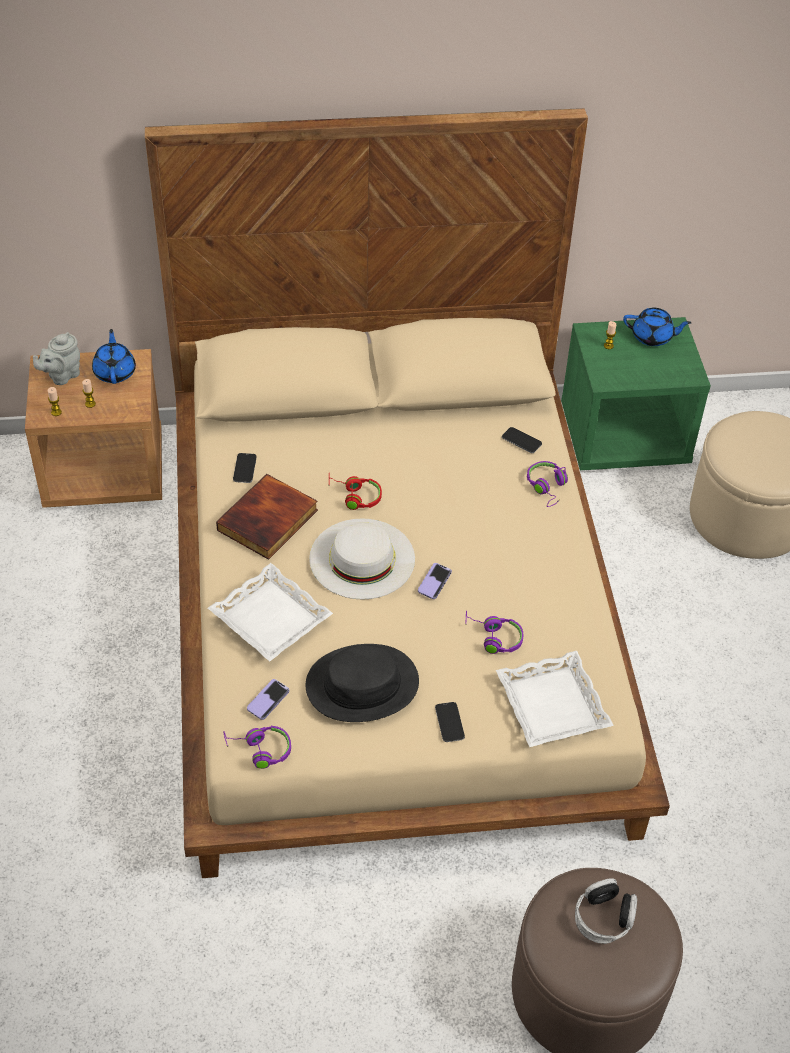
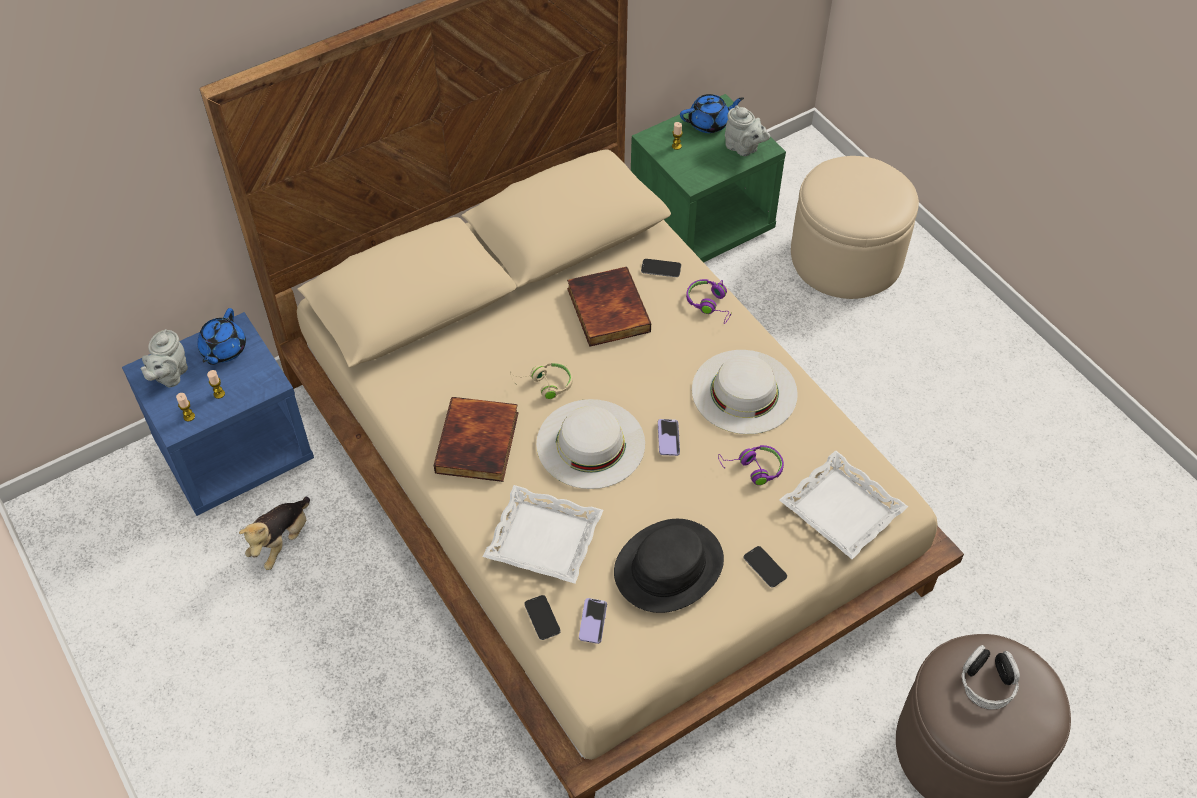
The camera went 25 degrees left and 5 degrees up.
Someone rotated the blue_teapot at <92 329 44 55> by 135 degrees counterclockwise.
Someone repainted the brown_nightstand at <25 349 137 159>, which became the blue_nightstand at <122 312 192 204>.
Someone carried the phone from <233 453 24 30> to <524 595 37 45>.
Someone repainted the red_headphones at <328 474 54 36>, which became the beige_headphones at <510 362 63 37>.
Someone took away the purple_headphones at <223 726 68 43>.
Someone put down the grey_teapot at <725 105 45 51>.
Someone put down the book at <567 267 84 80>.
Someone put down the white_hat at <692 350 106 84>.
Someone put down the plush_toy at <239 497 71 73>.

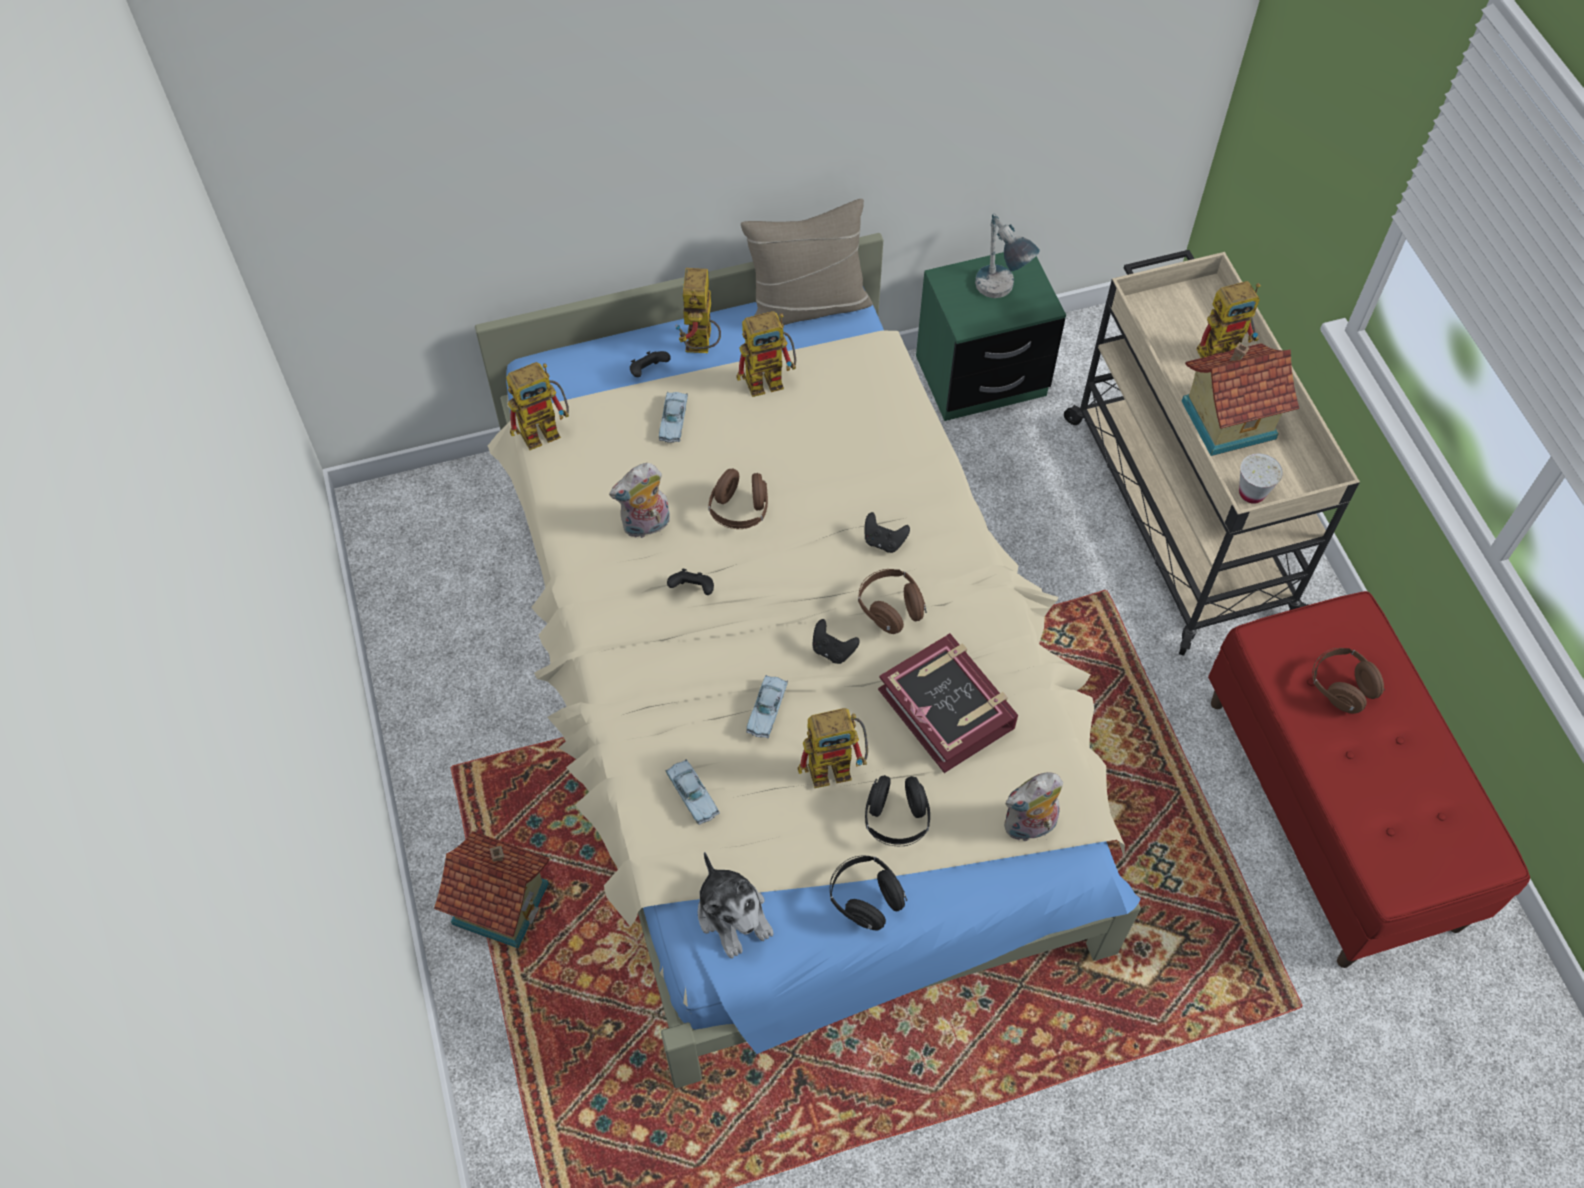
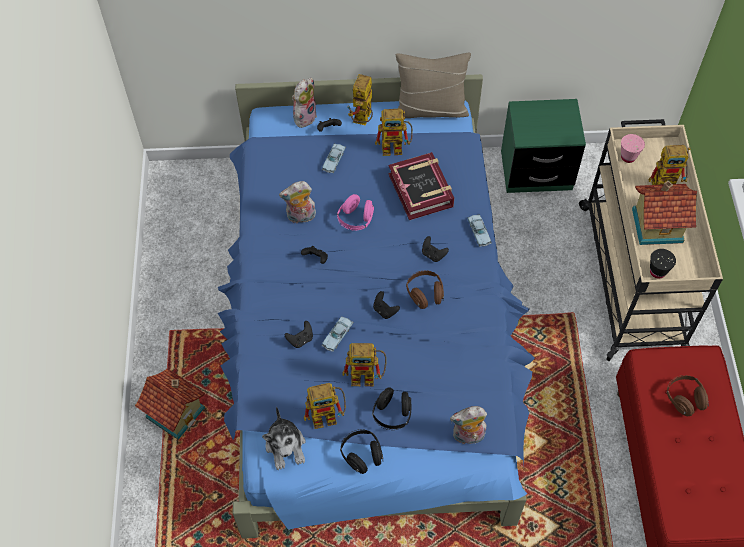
The camera went 15 degrees right and 0 degrees up.
Someone took away the table_lamp at <975 214 65 84>.
Someone repainted the beige_bed at <475 233 666 855>, which became the blue_bed at <218 74 317 464>.
Someone carried the toy_robot from <506 362 63 88> to <304 383 42 46>.
Someone repainted the white_cup at <1239 454 44 50>, which became the black_cup at <650 249 26 30>.
Someone repainted the brown_headphones at <708 469 60 60>, which became the pink_headphones at <337 194 37 37>.
Someone carried the book from <878 633 140 140> to <388 152 66 68>.
Someone carried the blue_toy_car from <665 759 55 66> to <467 214 25 33>.
Someone put down the plush_toy at <292 78 25 52>.
Someone put down the pink_cup at <621 134 24 29>.
Someone put down the black_game_controller at <285 321 28 27>.

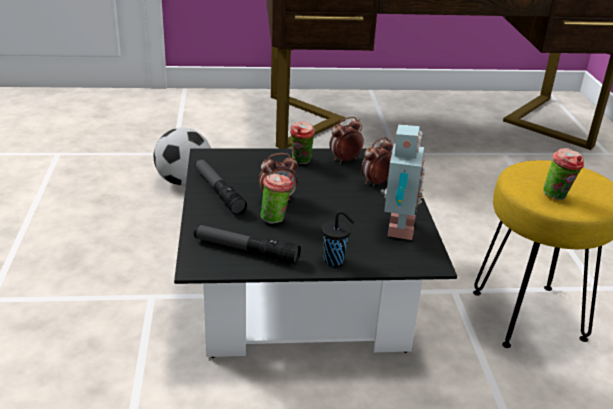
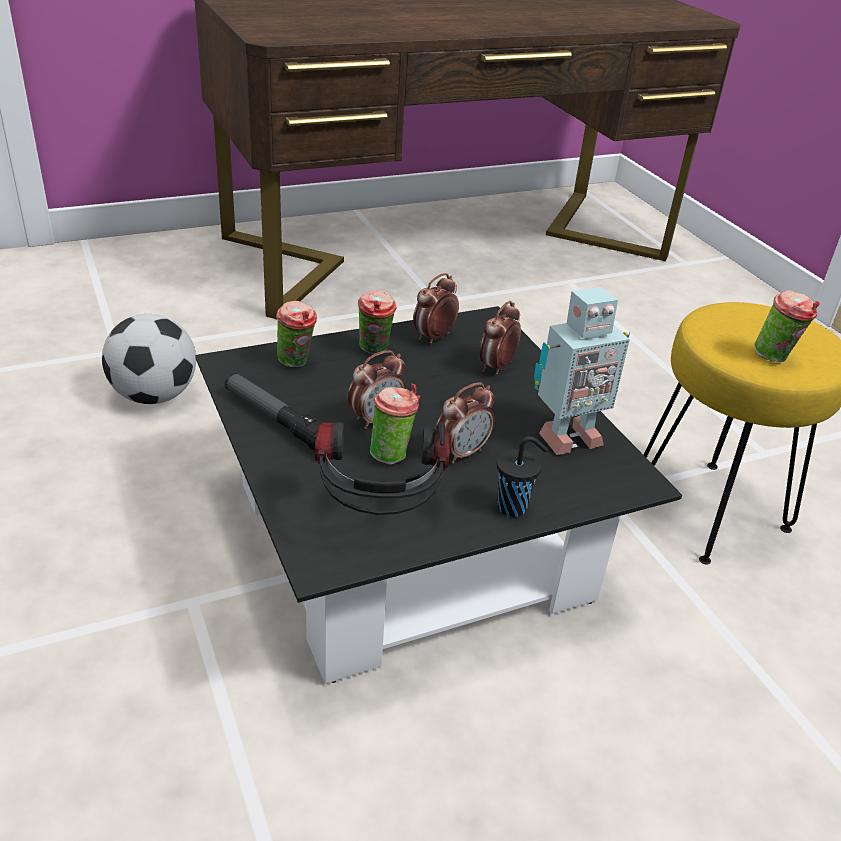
The camera went 20 degrees left and 5 degrees up.
Someone rotated the toy_robot at <380 125 45 115> by 75 degrees clockwise.
Someone swapped the flashlight at <194 225 107 40> for the headphones at <315 422 135 93>.
Someone put down the cup at <276 301 41 66>.
Someone put down the alarm_clock at <435 382 60 82>.

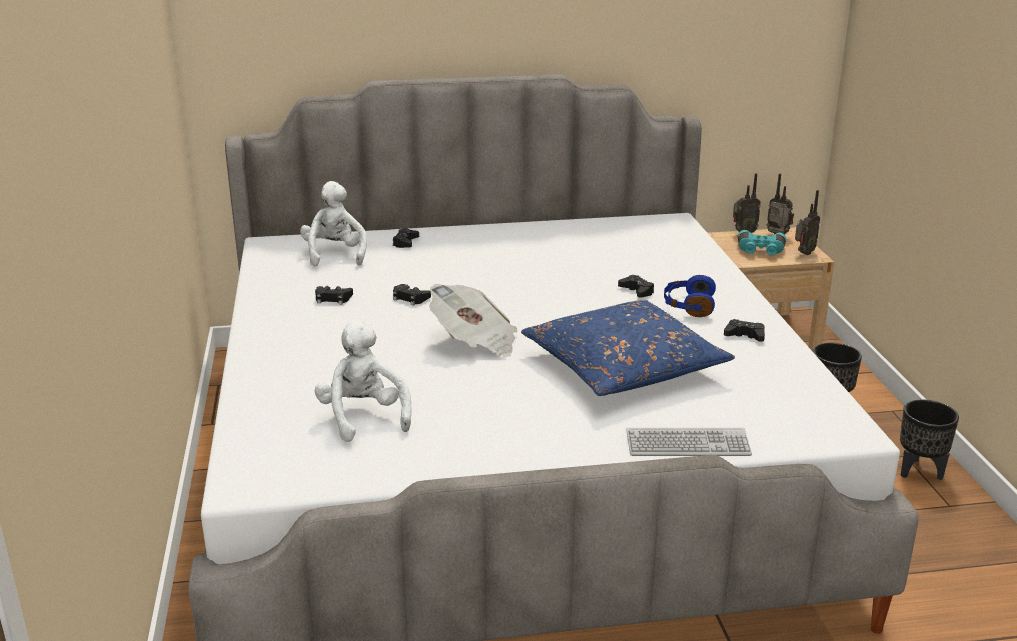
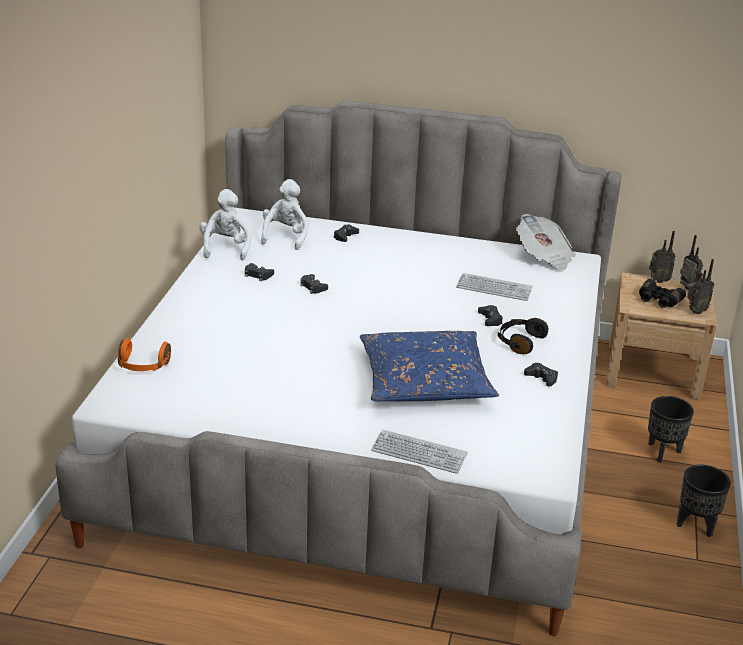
The camera went 20 degrees right and 5 degrees up.
Someone repainted the turquoise_binoculars at <738 230 48 25>, which became the black_binoculars at <639 279 47 29>.
Someone repainted the blue_headphones at <664 275 52 42>, which became the black_headphones at <498 318 50 36>.
Someone carried the newspaper from <429 284 88 73> to <516 214 60 58>.
Someone carried the white_plush_toy from <315 321 97 121> to <199 189 52 71>.
Someone put down the keyboard at <456 273 77 28>.
Someone put down the orange_headphones at <118 338 53 33>.

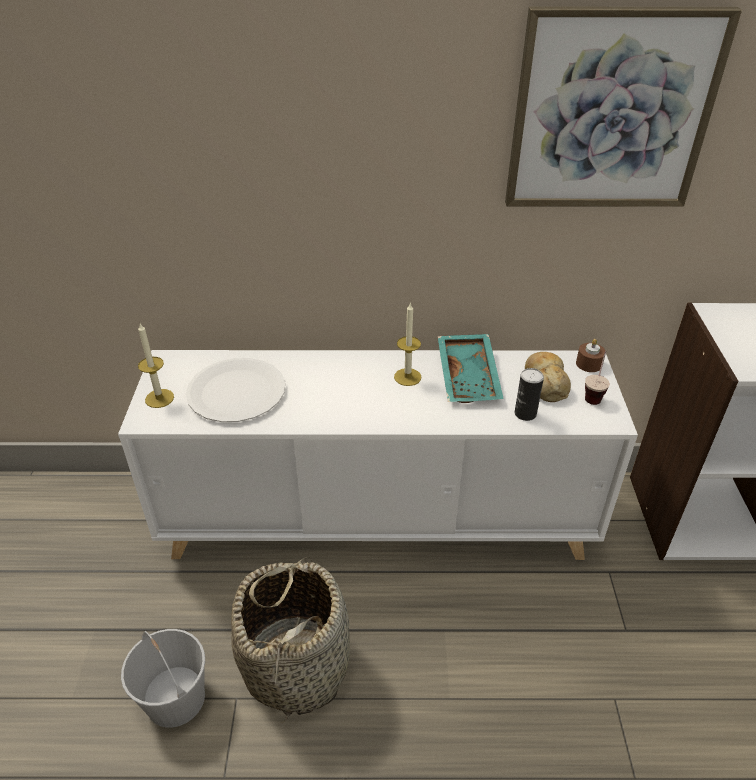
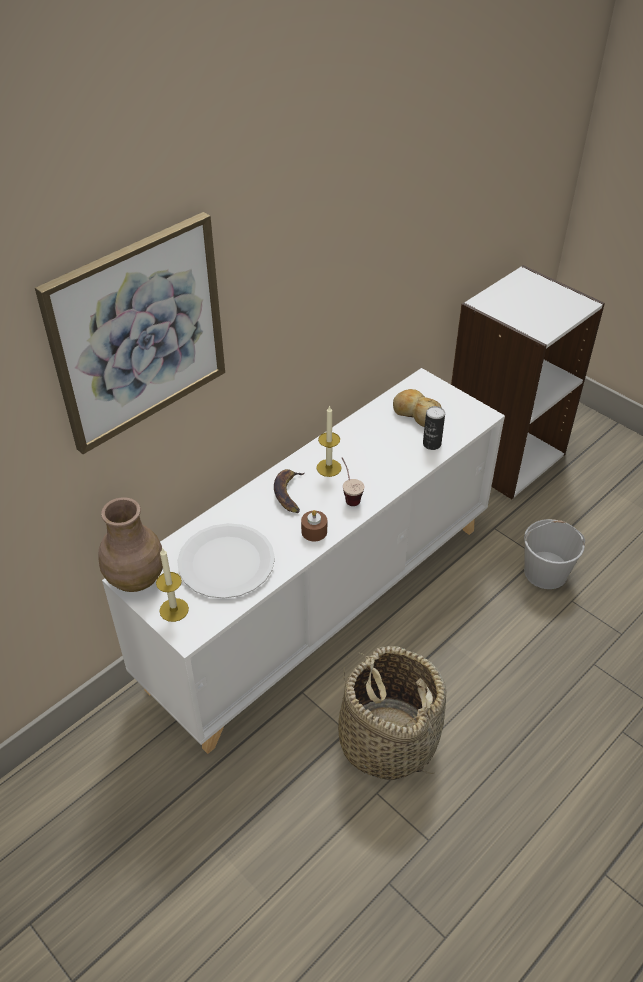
The camera went 45 degrees left and 5 degrees up.
Someone carried the picture from <505 7 237 200> to <35 212 190 242>.
Someone took away the turquoise_tray at <438 334 66 69>.
Someone carried the brown_candle from <576 339 30 33> to <301 510 26 31>.
Someone carried the cup from <585 351 25 54> to <342 457 22 49>.
Someone carried the white_bucket from <121 629 84 99> to <524 519 61 70>.
Someone put down the banana at <274 469 31 44>.
Someone put down the brown_vase at <98 497 65 95>.

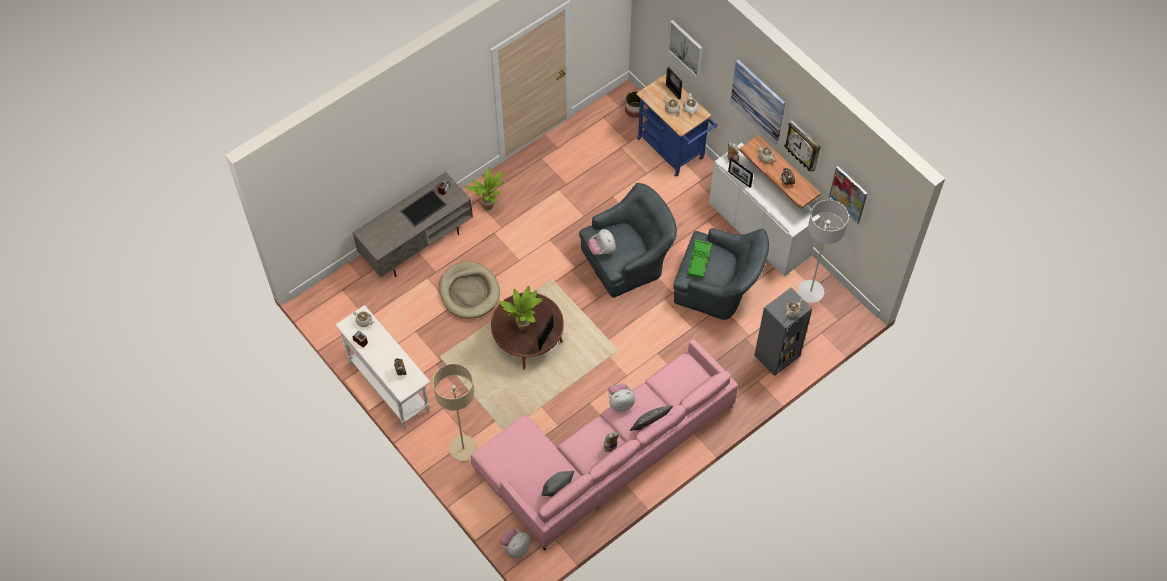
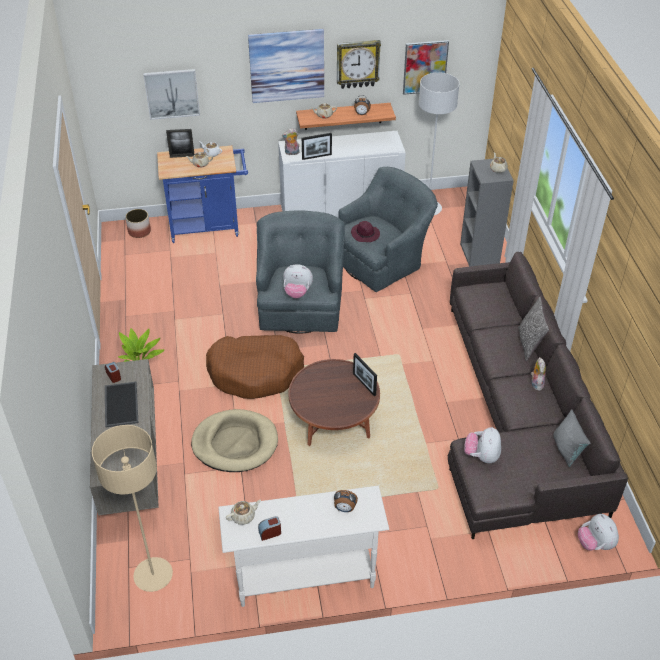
The camera went 60 degrees left and 15 degrees down.
Someone swapped the green_tray at <687 240 25 38> for the purple_hat at <351 221 29 21>.
Someone took away the potted_plant at <498 286 45 45>.
Someone repainted the pink_sofa at <471 339 267 212>, which became the grey_sofa at <448 252 180 287>.
Someone carried the beige_floor_lamp from <433 364 45 97> to <92 425 81 167>.
Someone carried the plush_toy from <608 383 27 29> to <464 427 37 36>.
Someone put down the brown_dog_bed at <206 335 98 64>.

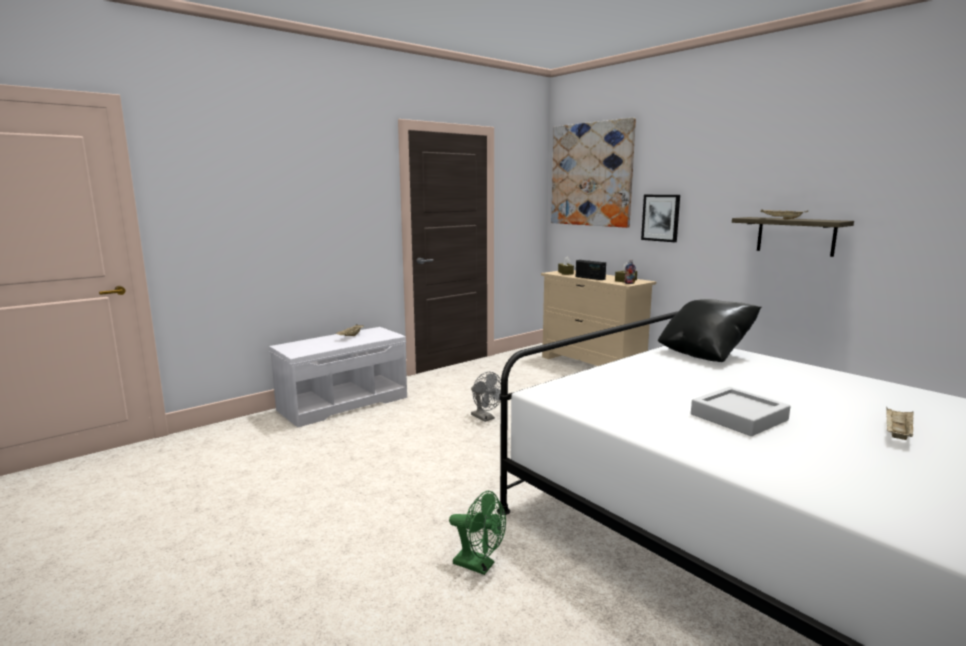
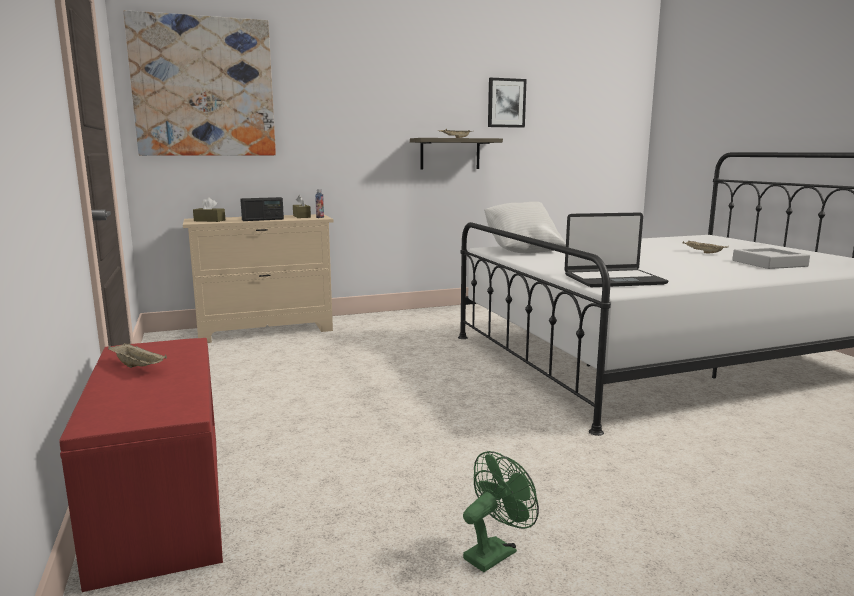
The camera went 70 degrees left and 0 degrees up.
Someone carried the picture from <641 195 39 47> to <488 78 39 50>.
Someone repainted the black_pillow at <658 299 103 63>, which became the white_pillow at <484 202 82 52>.
Someone repainted the white_bench at <269 327 138 101>, which became the red_bench at <59 338 164 254>.
Someone took away the grey_fan at <471 372 30 50>.
Someone carried the grey_tray from <691 387 99 49> to <732 248 78 21>.
Someone carried the green_fan from <449 491 57 84> to <463 451 76 121>.
Someone put down the laptop at <564 212 105 75>.

